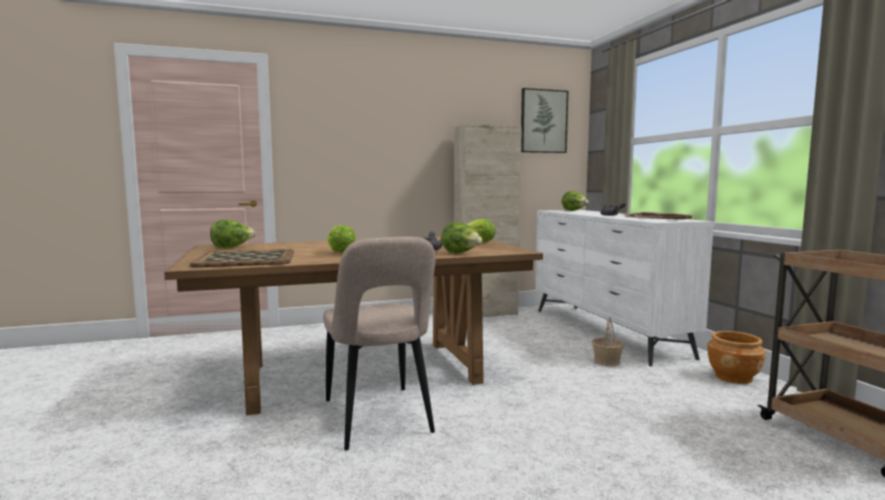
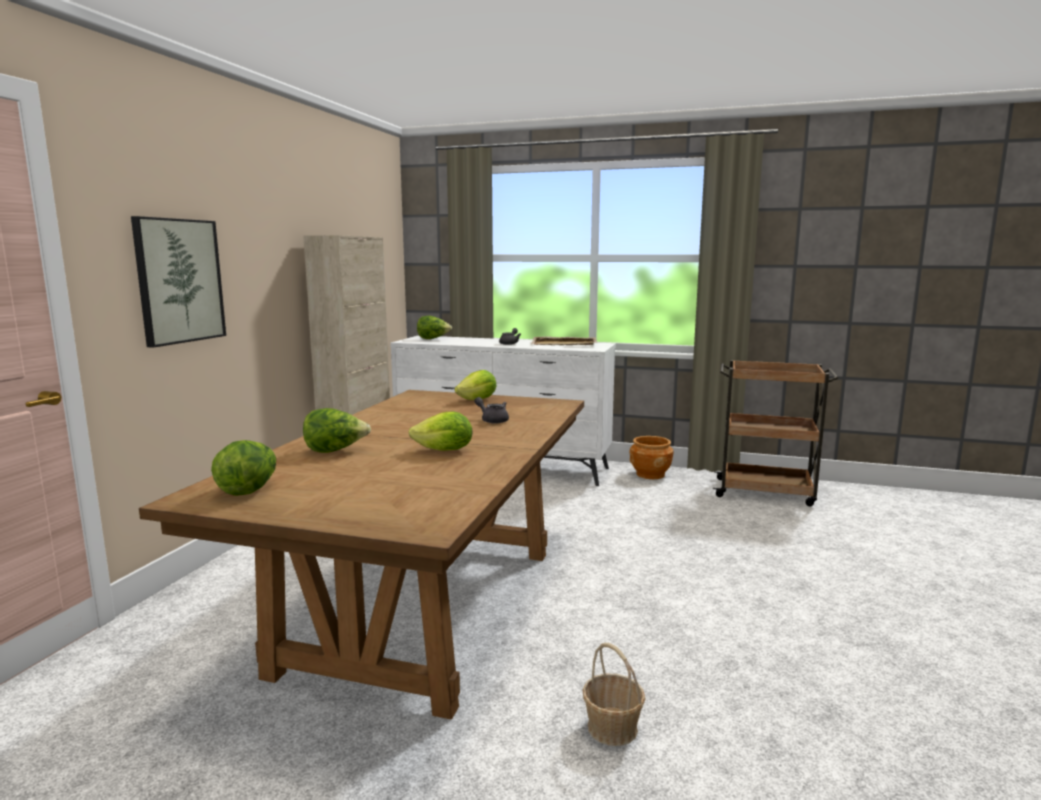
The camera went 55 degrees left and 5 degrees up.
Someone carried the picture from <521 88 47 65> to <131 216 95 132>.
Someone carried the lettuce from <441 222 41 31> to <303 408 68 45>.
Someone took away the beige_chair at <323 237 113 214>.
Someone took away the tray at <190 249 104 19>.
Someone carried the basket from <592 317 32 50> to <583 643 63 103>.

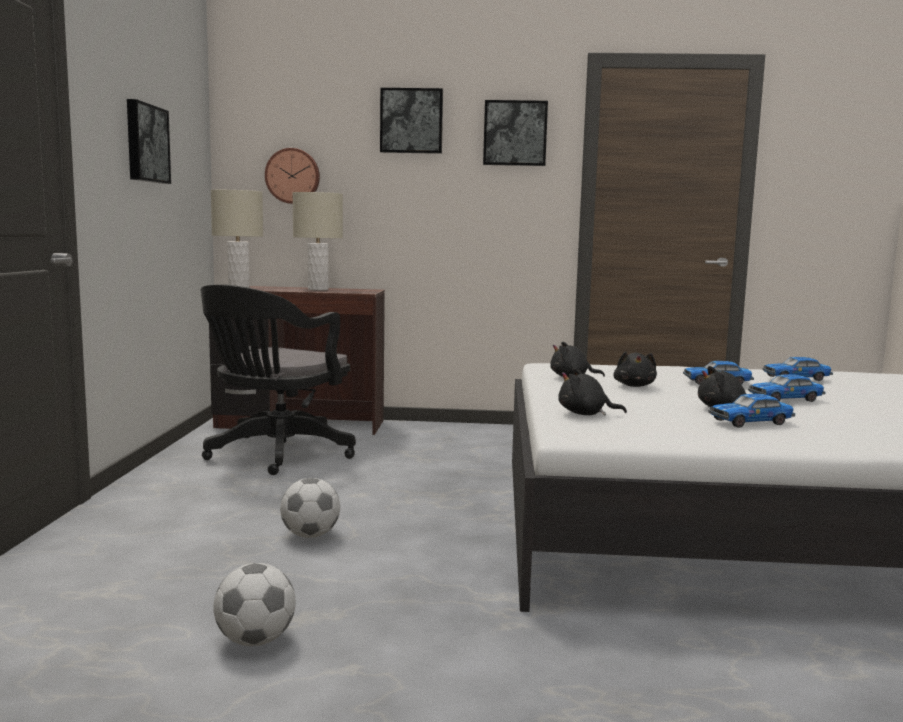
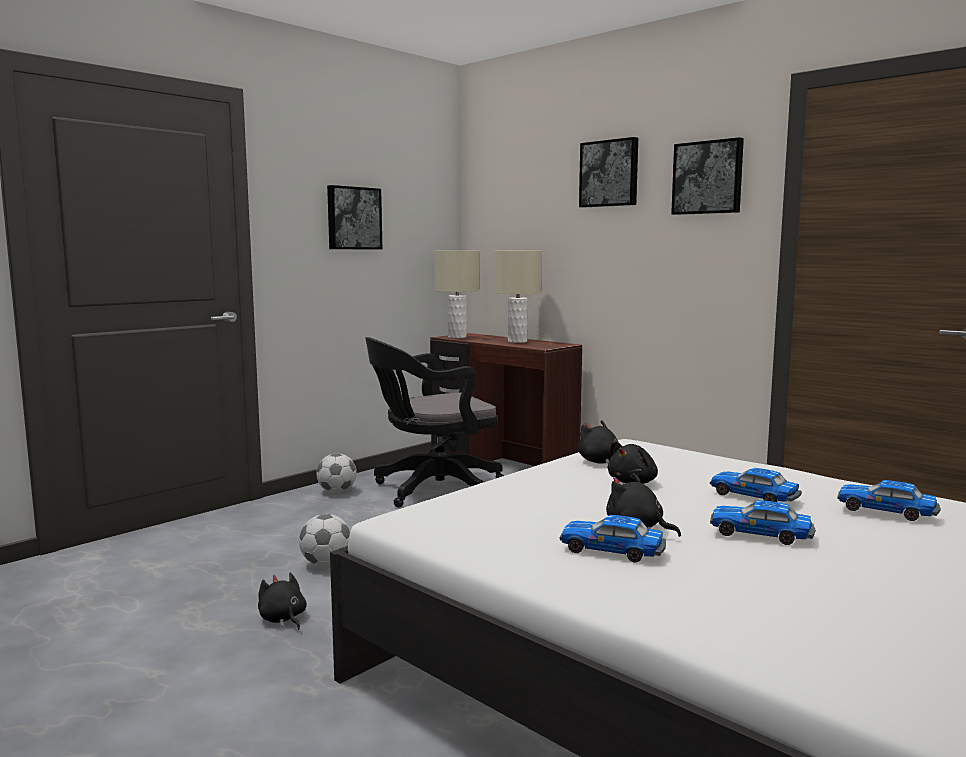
The camera went 40 degrees right and 0 degrees up.
Someone took away the wall_clock at <265 148 55 56>.
Someone carried the black_plush_toy from <558 368 69 48> to <258 572 49 58>.
Someone carried the football from <213 563 82 83> to <316 453 41 40>.

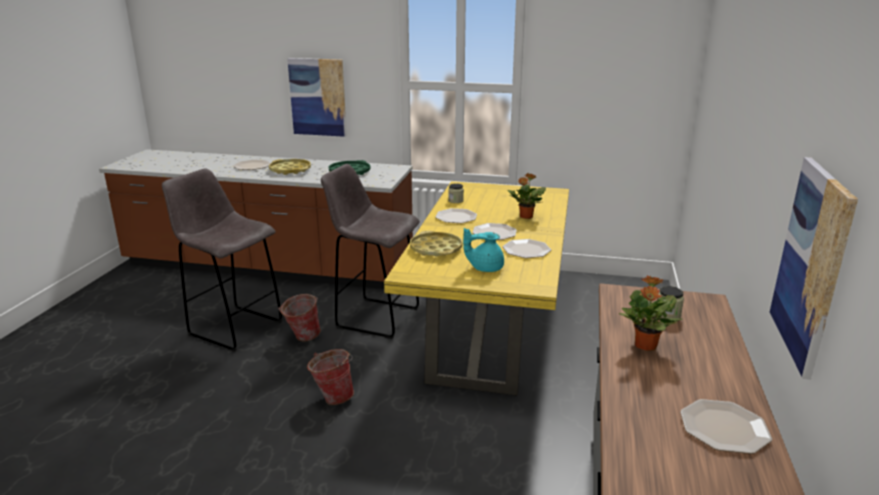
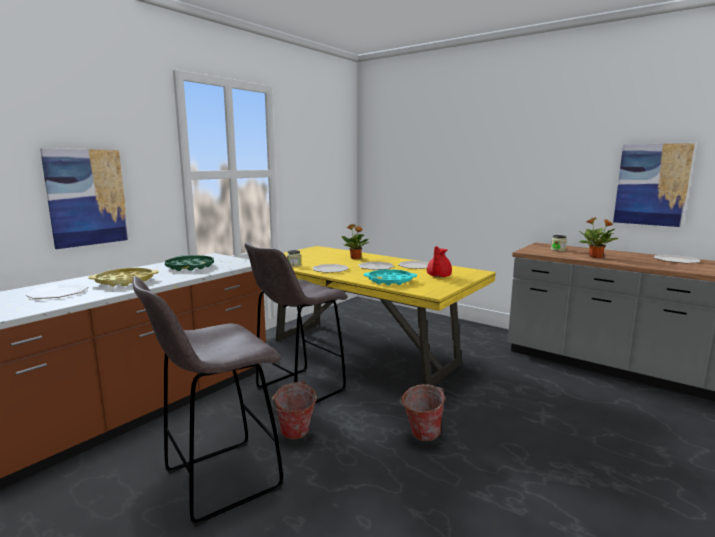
The camera went 65 degrees left and 10 degrees down.
Someone repainted the turquoise_teapot at <463 228 41 44>, which became the red_teapot at <427 246 25 31>.
Someone repainted the yellow_tray at <410 231 52 25>, which became the turquoise_tray at <364 269 53 16>.

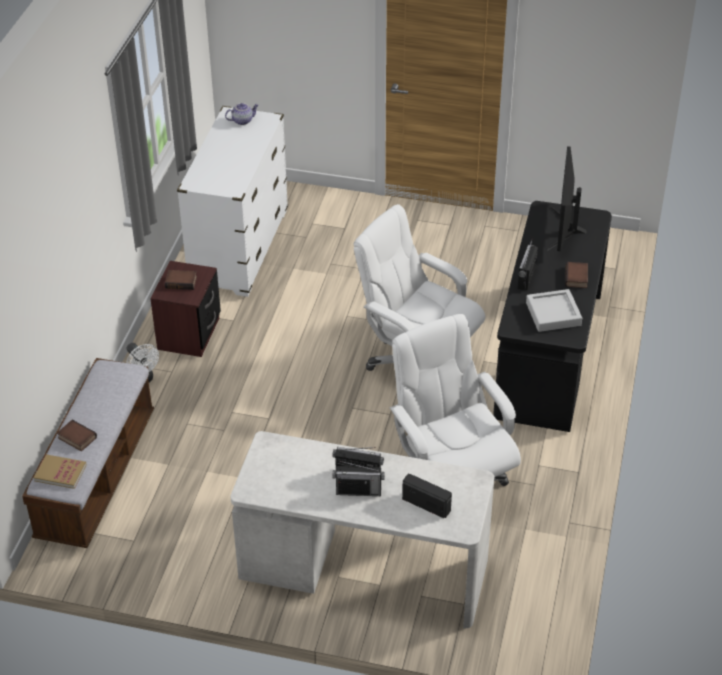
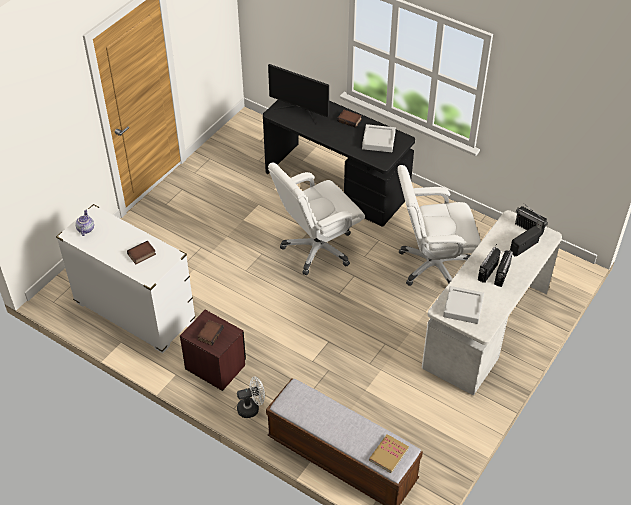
The camera went 70 degrees left and 5 degrees up.
Someone carried the radio from <518 239 20 52> to <515 203 33 34>.
Someone carried the book from <57 420 40 31> to <127 241 29 23>.
Someone put down the grey_tray at <443 286 41 38>.

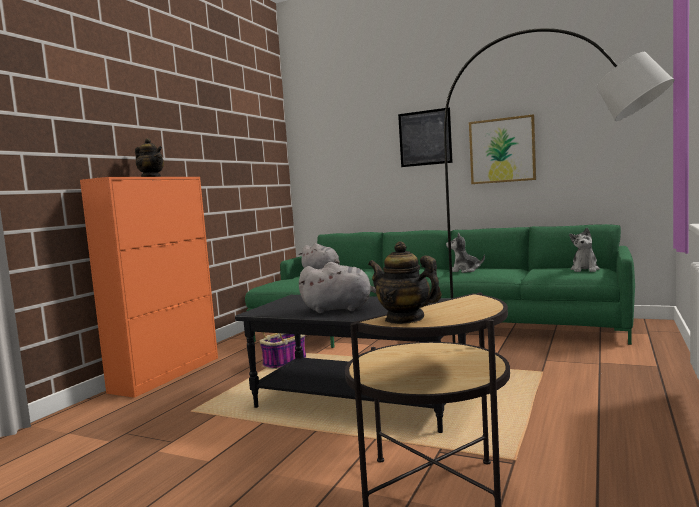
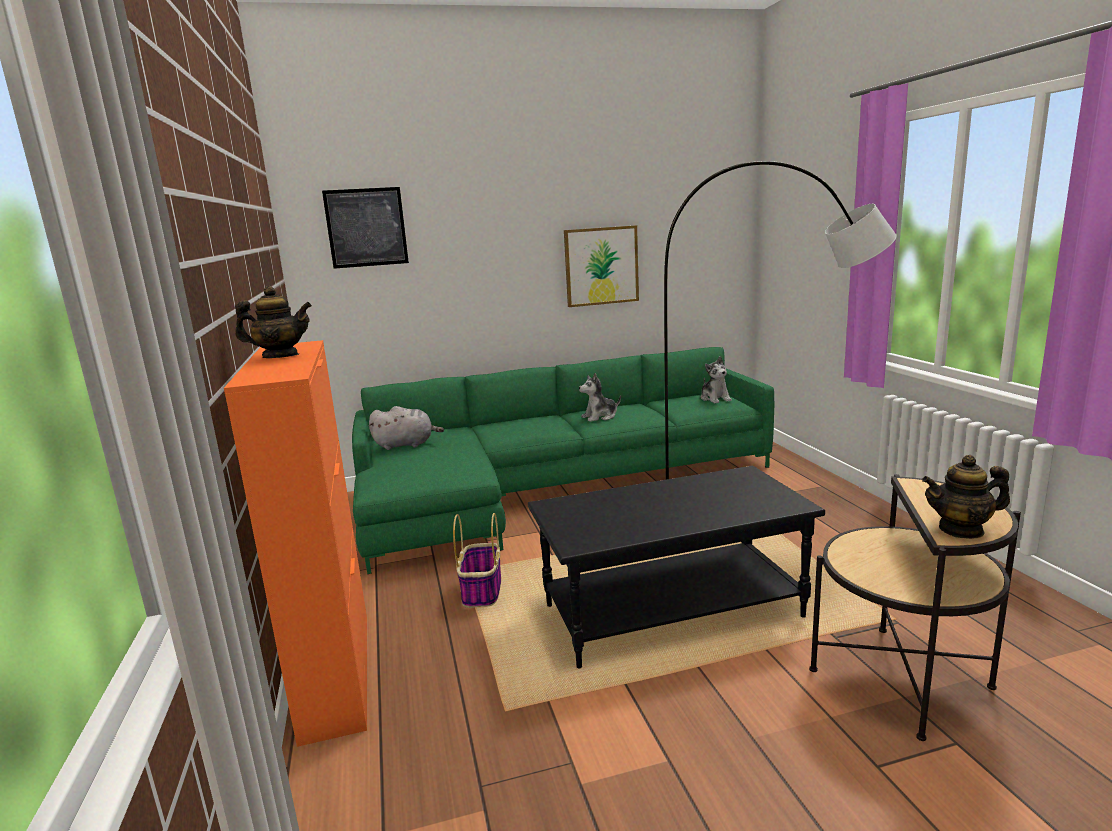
The camera went 40 degrees left and 10 degrees up.
Someone carried the picture from <398 107 55 60> to <322 187 87 82>.
Someone took away the grey_plush_toy at <299 262 77 51>.

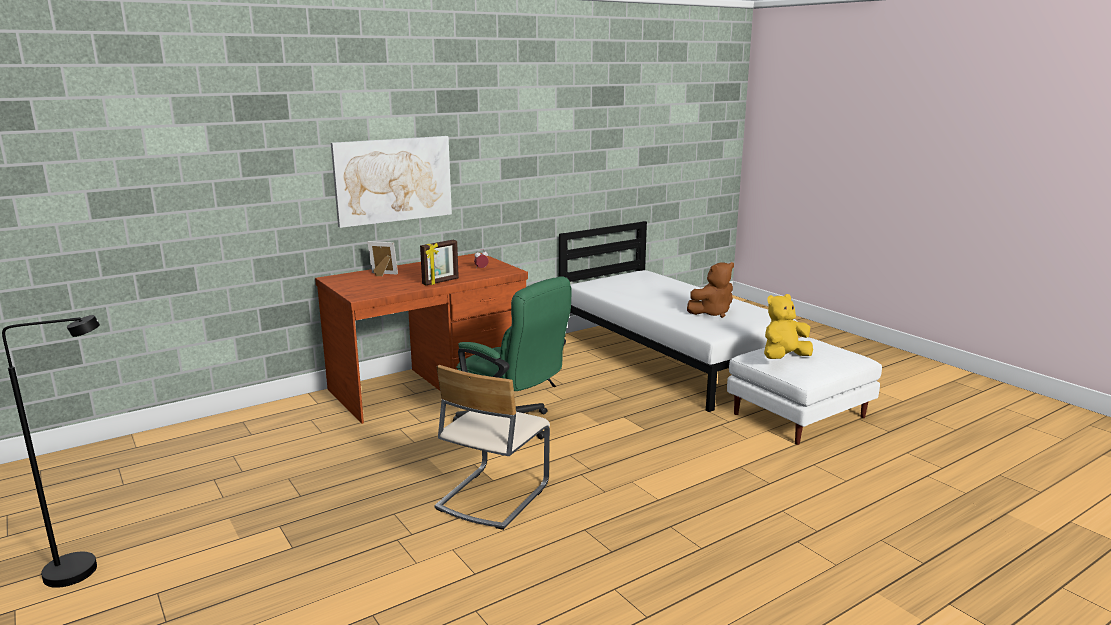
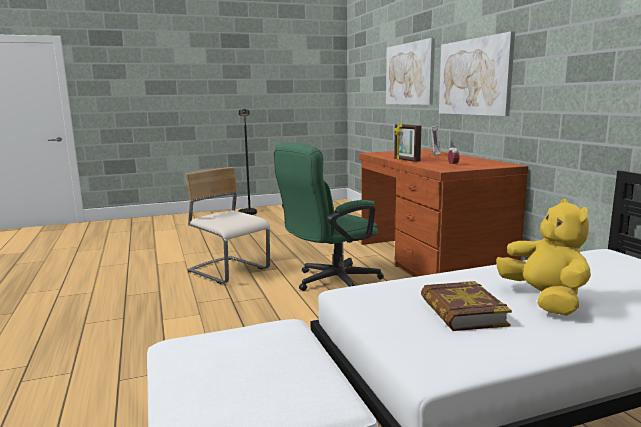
The camera went 105 degrees right and 5 degrees down.
Someone swapped the brown_plush_toy at <687 262 47 56> for the book at <421 281 91 50>.
Someone carried the yellow_plush_toy from <764 294 49 65> to <496 199 95 117>.
Someone put up the picture at <386 38 49 67>.

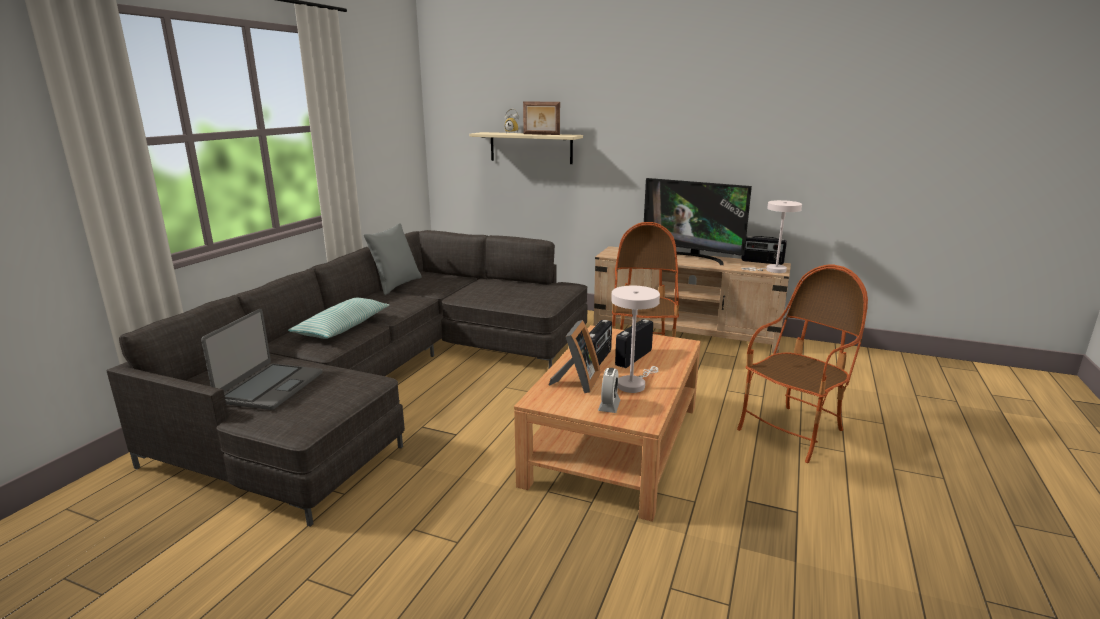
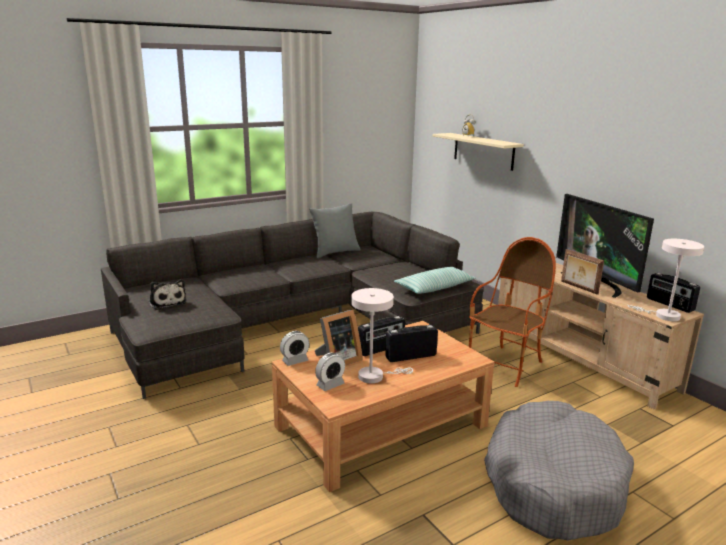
The camera went 35 degrees right and 0 degrees up.
Someone carried the picture_frame from <523 102 37 33> to <561 249 43 46>.
Someone swapped the armchair at <737 264 131 199> for the grey_dog_bed at <484 401 150 140>.
Someone carried the pillow from <288 298 101 41> to <394 267 82 27>.
Someone swapped the laptop at <201 309 122 101> for the plush_toy at <149 279 37 31>.
Someone put down the alarm_clock at <280 331 29 35>.

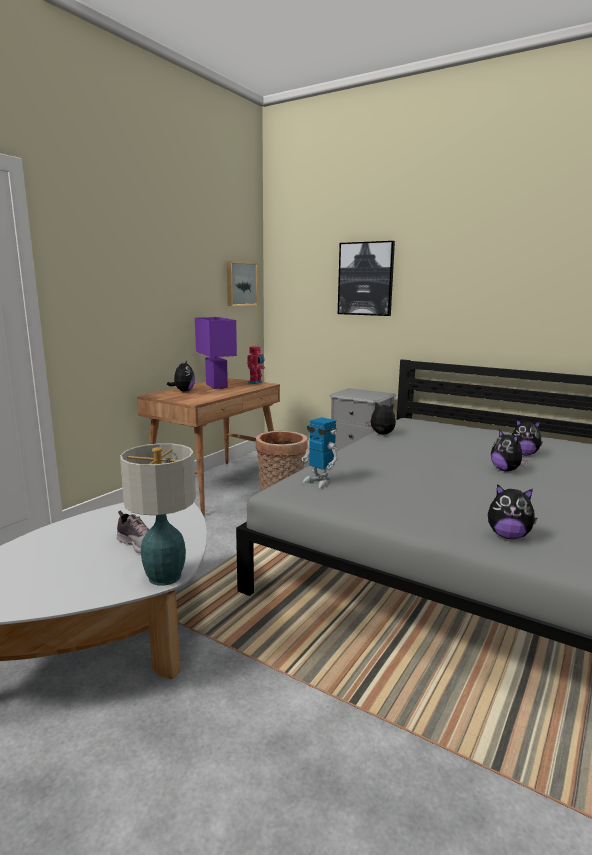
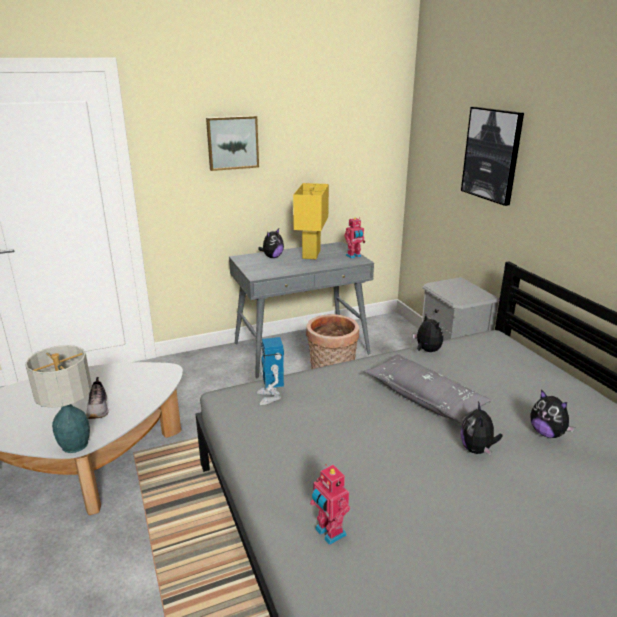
The camera went 35 degrees right and 10 degrees up.
Someone carried the picture from <227 261 30 45> to <206 116 53 55>.
Someone repainted the purple_table_lamp at <195 317 42 72>, which became the yellow_table_lamp at <293 183 36 76>.
Someone repainted the brown_desk at <137 378 143 138>, which became the grey_desk at <229 242 145 136>.
Someone swapped the plush_toy at <488 484 49 55> for the toy_robot at <310 464 40 81>.
Someone put down the grey_pillow at <363 354 129 69>.

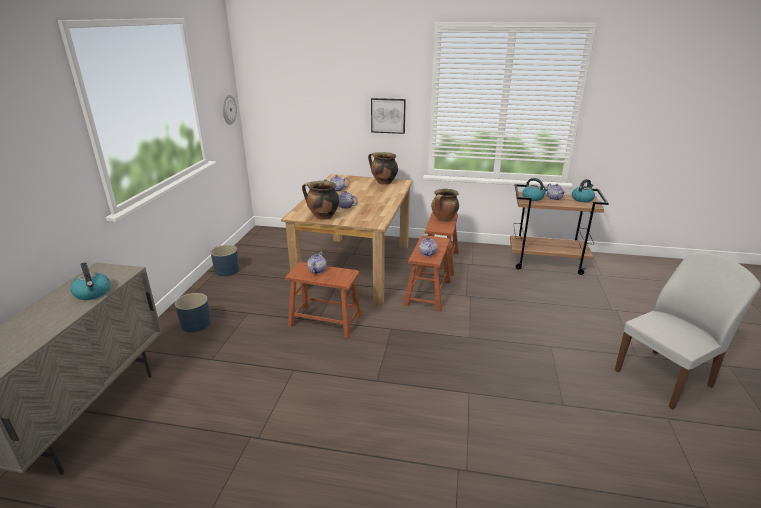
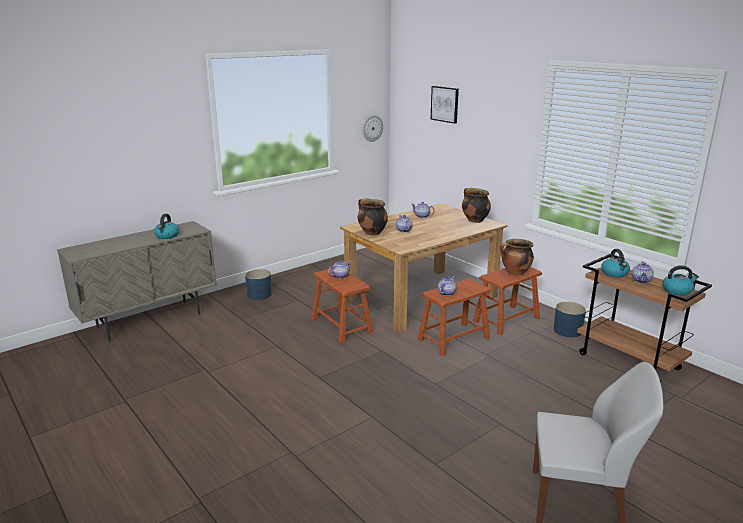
The camera went 40 degrees right and 5 degrees down.
Someone carried the picture from <371 98 35 36> to <430 86 29 38>.
Someone carried the blue_planter from <211 245 29 31> to <554 302 32 35>.

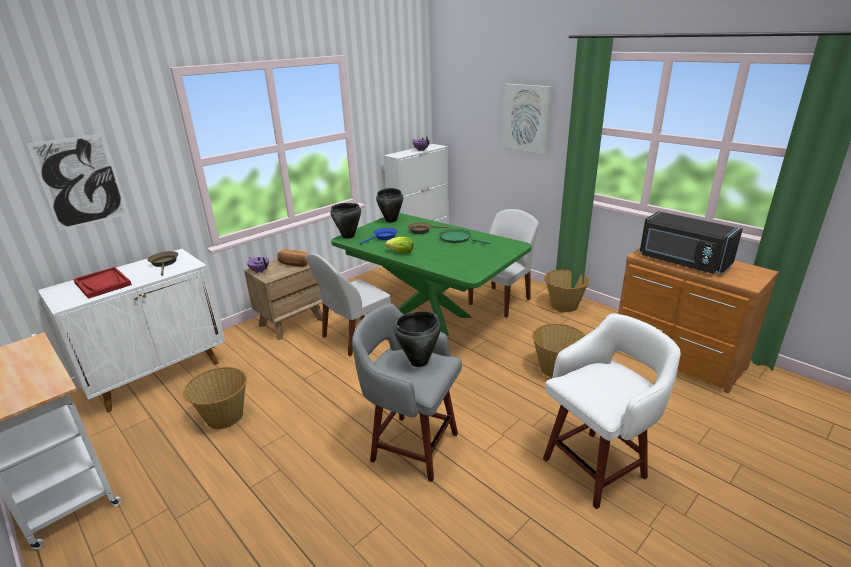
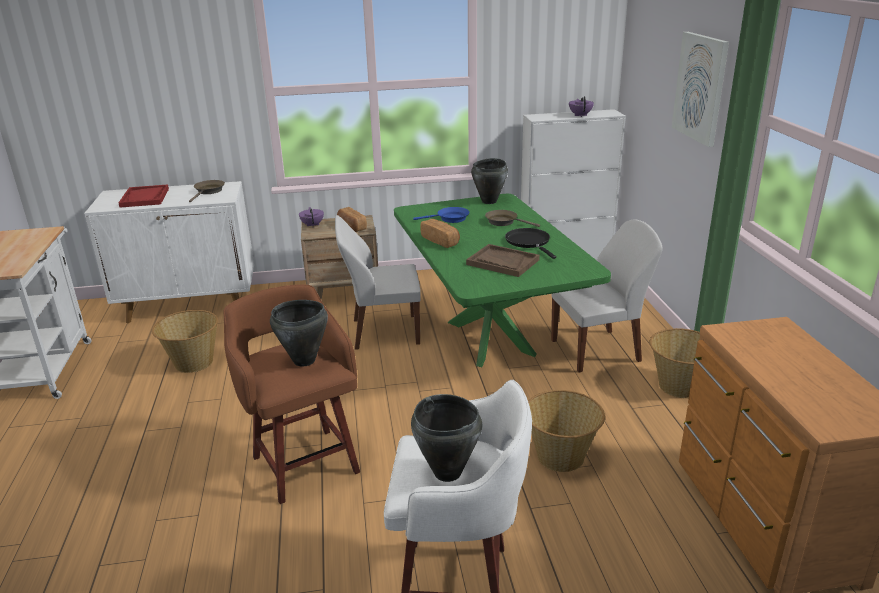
The camera went 35 degrees right and 0 degrees up.
Someone took away the picture at <27 133 101 97>.
Someone carried the black_cooking_pot from <330 203 31 36> to <411 394 71 88>.
Someone took away the black_microwave at <640 211 103 63>.
Someone repainted the green_frying_pan at <439 229 52 15>, which became the black_frying_pan at <505 228 51 31>.
Someone swapped the lettuce at <385 237 28 17> for the bread at <420 219 40 29>.
Someone repainted the grey_stool at <352 303 110 179>, which became the brown_stool at <224 284 136 220>.
Someone put down the brown_tray at <466 244 74 33>.

